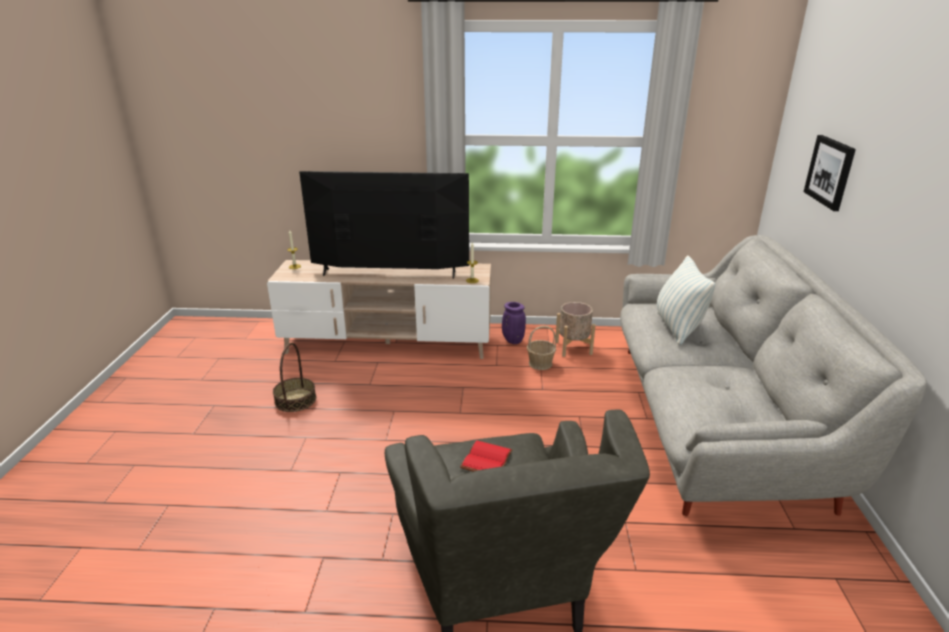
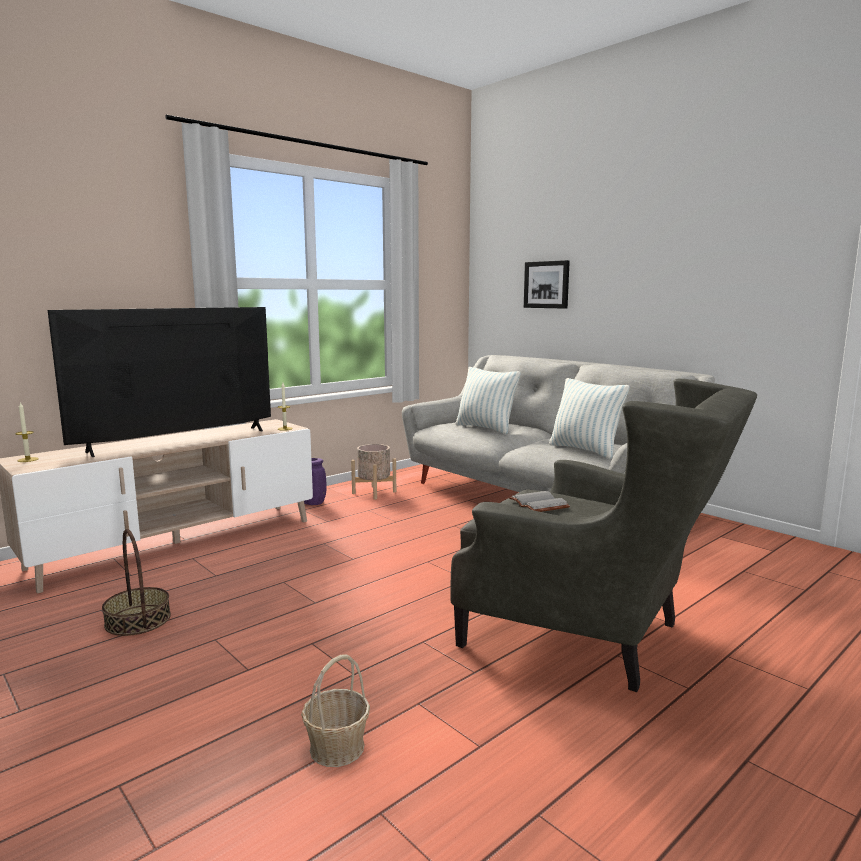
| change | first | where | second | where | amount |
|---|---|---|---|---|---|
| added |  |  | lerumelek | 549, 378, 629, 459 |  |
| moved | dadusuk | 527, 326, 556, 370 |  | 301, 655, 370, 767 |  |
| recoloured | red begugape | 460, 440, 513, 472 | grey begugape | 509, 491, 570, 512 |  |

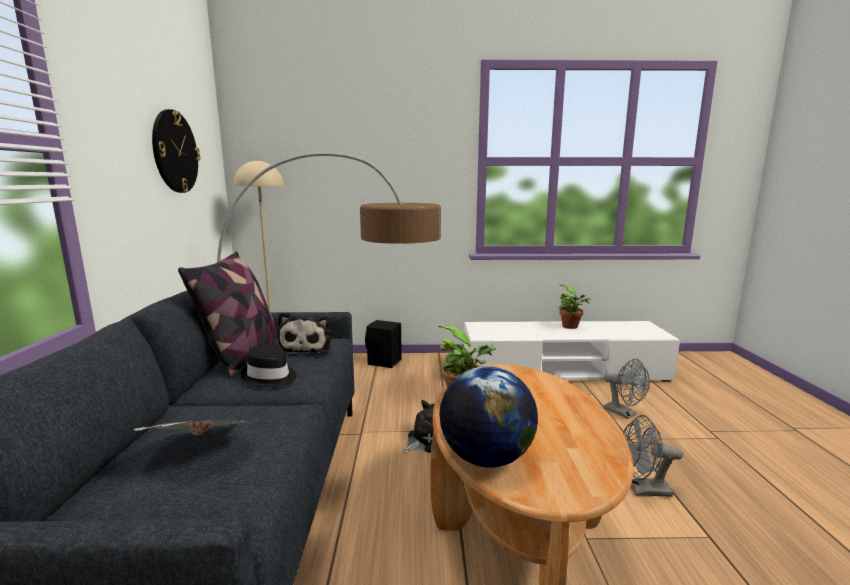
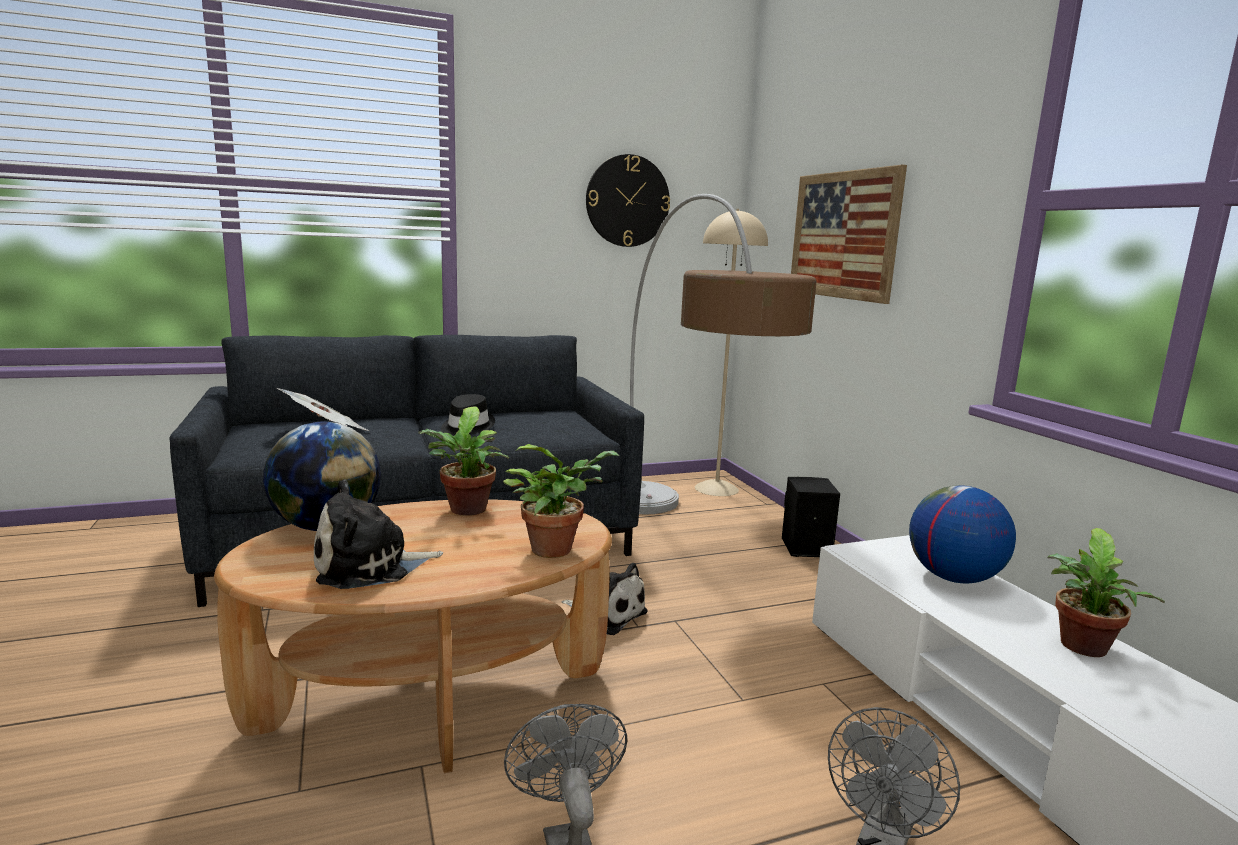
| change | first | where | second | where | amount |
|---|---|---|---|---|---|
| removed | lerumelek | 178, 251, 277, 377 |  |  |  |
| added |  |  | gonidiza | 503, 444, 619, 558 |  |
| added |  |  | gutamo | 791, 165, 907, 304 |  |
| added |  |  | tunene | 909, 485, 1016, 583 |  |
| moved | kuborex | 278, 312, 331, 354 |  | 314, 479, 443, 589 |  |

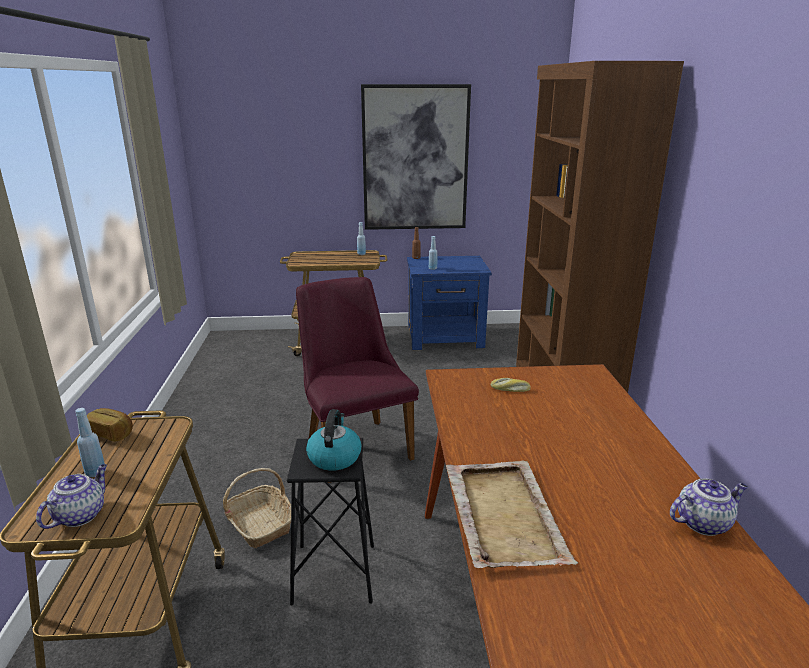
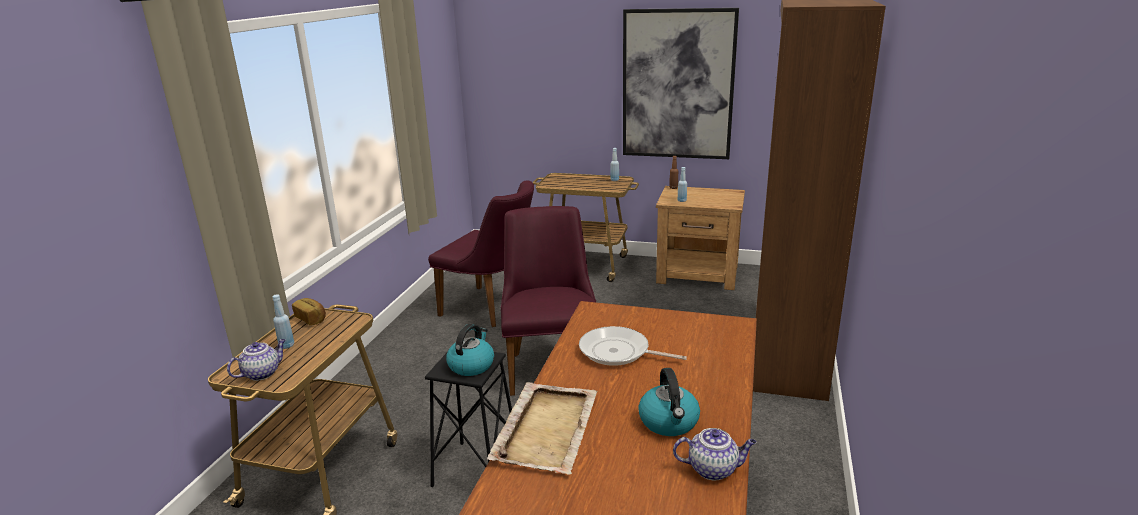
| change | first | where | second | where | amount |
|---|---|---|---|---|---|
| removed | dadusuk | 223, 468, 291, 548 |  |  |  |
| removed | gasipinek | 491, 378, 531, 392 |  |  |  |
| added |  |  | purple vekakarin | 428, 180, 534, 327 |  |
| added |  |  | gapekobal | 579, 326, 687, 366 |  |
| added |  |  | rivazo | 638, 368, 700, 436 |  |
| recoloured | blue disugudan | 407, 256, 492, 350 | brown disugudan | 656, 186, 745, 290 |  |

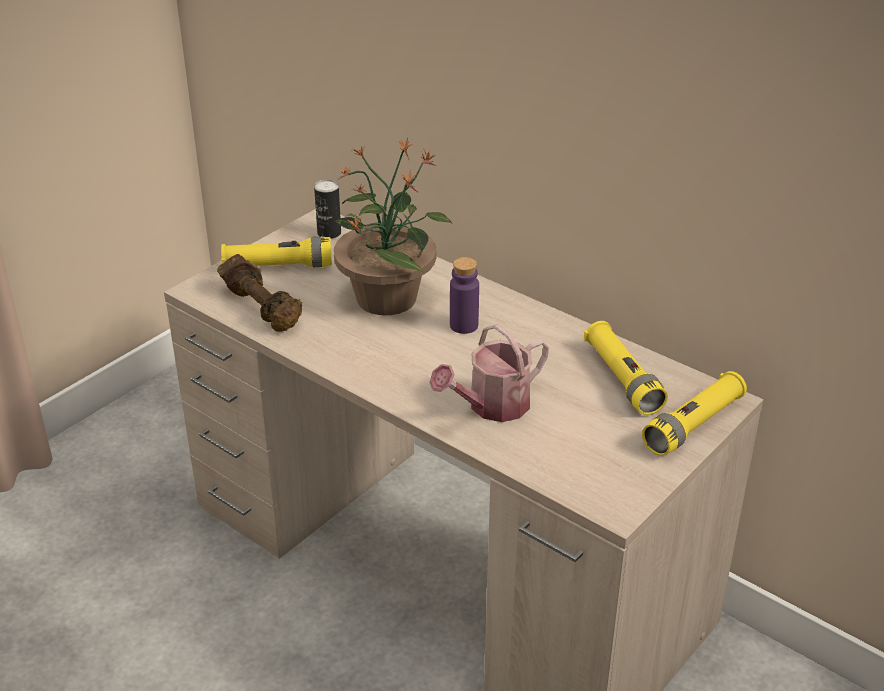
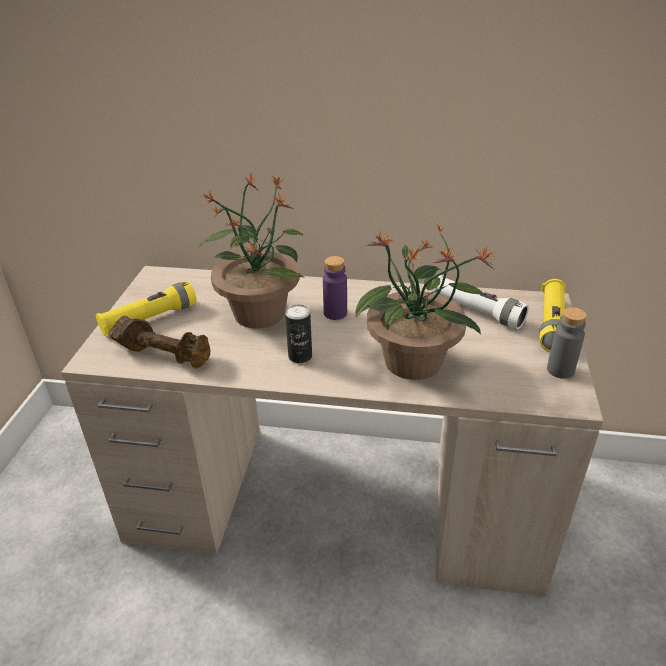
| change | first | where | second | where | amount |
|---|---|---|---|---|---|
| added |  |  | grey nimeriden | 547, 307, 587, 379 |  |
| moved | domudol | 314, 179, 341, 239 |  | 285, 304, 312, 363 |  |
| replaced | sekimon | 429, 324, 549, 422 | gonidiza | 355, 224, 495, 380 |  |
| recoloured | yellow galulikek | 584, 321, 668, 415 | white galulikek | 431, 275, 529, 329 |  |

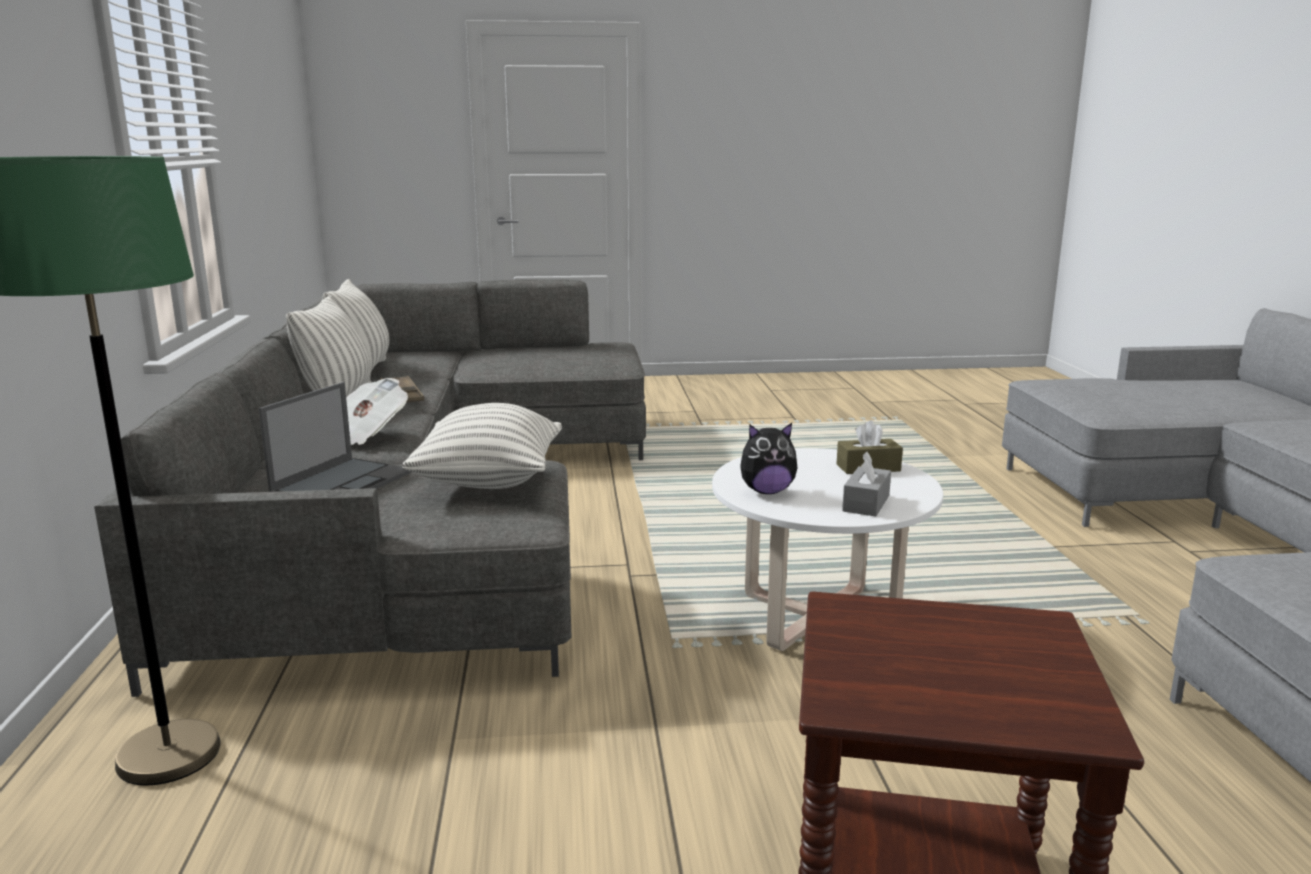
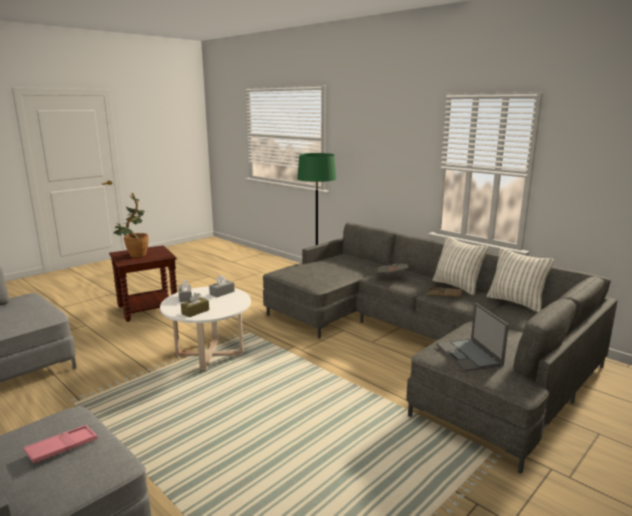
| change | first | where | second | where | amount |
|---|---|---|---|---|---|
| removed | lerumelek | 402, 403, 562, 489 |  |  |  |
| added |  |  | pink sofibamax | 24, 425, 98, 463 |  |
| added |  |  | gonidiza | 114, 193, 148, 257 |  |
| moved | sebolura | 259, 382, 412, 492 |  | 437, 303, 509, 372 |  |
| replaced | kuborex | 740, 423, 797, 494 | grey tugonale | 209, 275, 235, 297 |  |

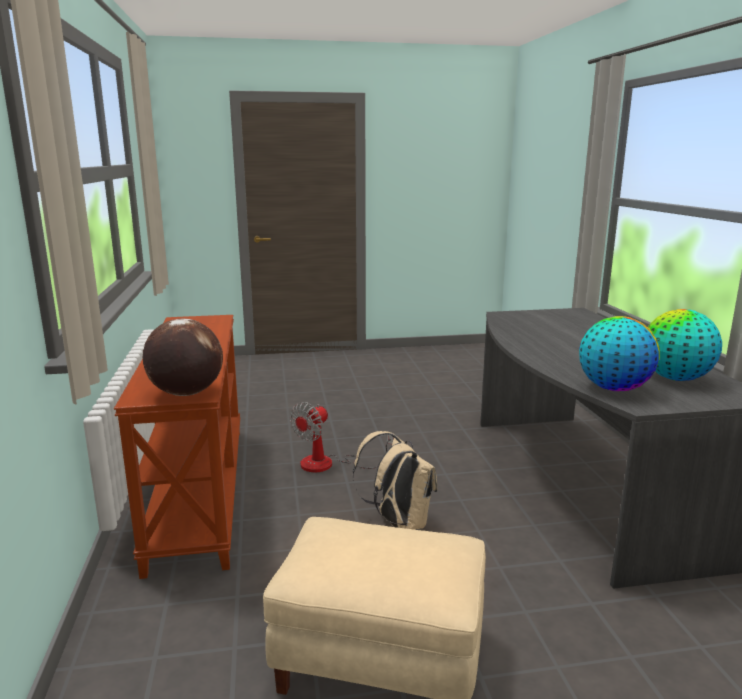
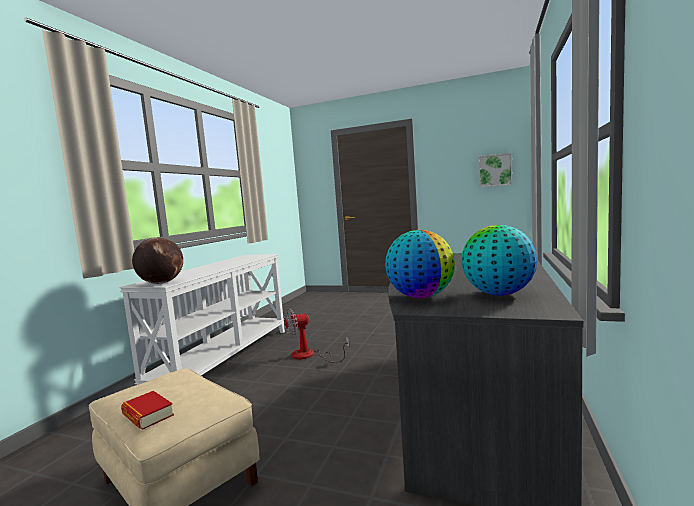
| change | first | where | second | where | amount |
|---|---|---|---|---|---|
| removed | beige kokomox | 353, 431, 437, 530 |  |  |  |
| added |  |  | begugape | 121, 391, 174, 430 |  |
| added |  |  | gutamo | 478, 153, 513, 187 |  |
| recoloured | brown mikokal | 114, 315, 240, 579 | white mikokal | 120, 254, 285, 385 |  |

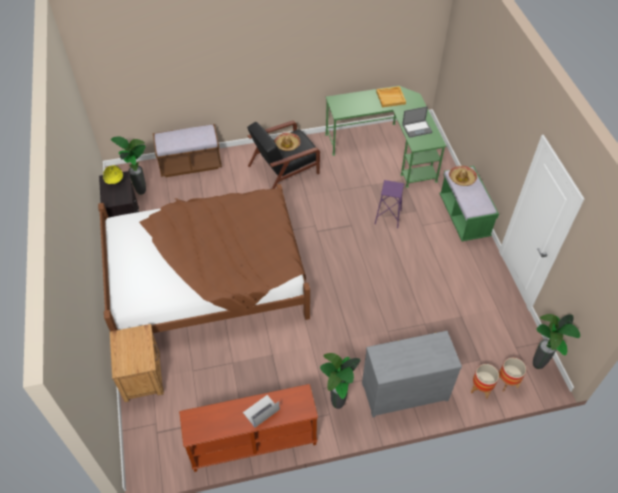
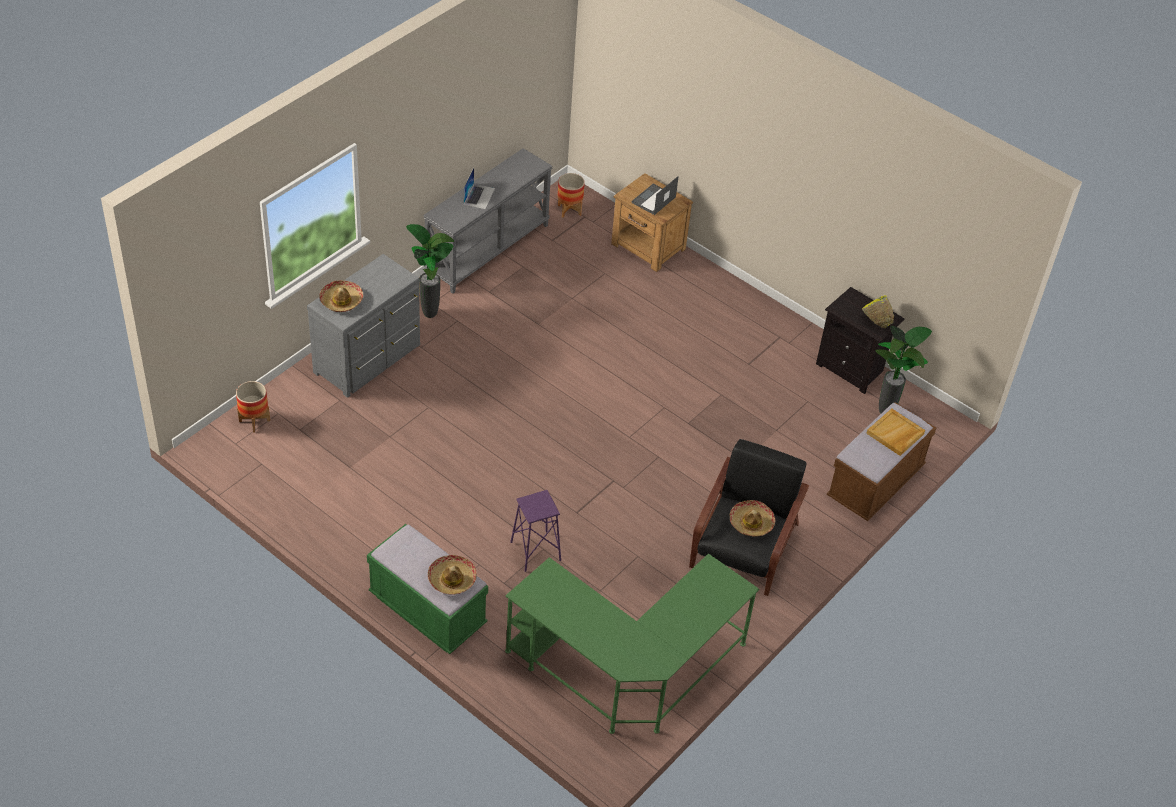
| change | first | where | second | where | amount |
|---|---|---|---|---|---|
| removed | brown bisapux | 98, 184, 310, 333 |  |  |  |
| removed | gonidiza | 533, 314, 580, 369 |  |  |  |
| added |  |  | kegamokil | 319, 280, 363, 312 |  |
| moved | beige sofibamax | 376, 86, 406, 107 |  | 866, 408, 925, 456 |  |
| moved | sebolura | 402, 106, 433, 138 |  | 631, 176, 679, 215 |  |
| moved | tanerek | 471, 364, 499, 399 |  | 558, 173, 585, 218 |  |
| recoloured | brown mikokal | 179, 384, 318, 472 | grey mikokal | 423, 148, 552, 294 |  |

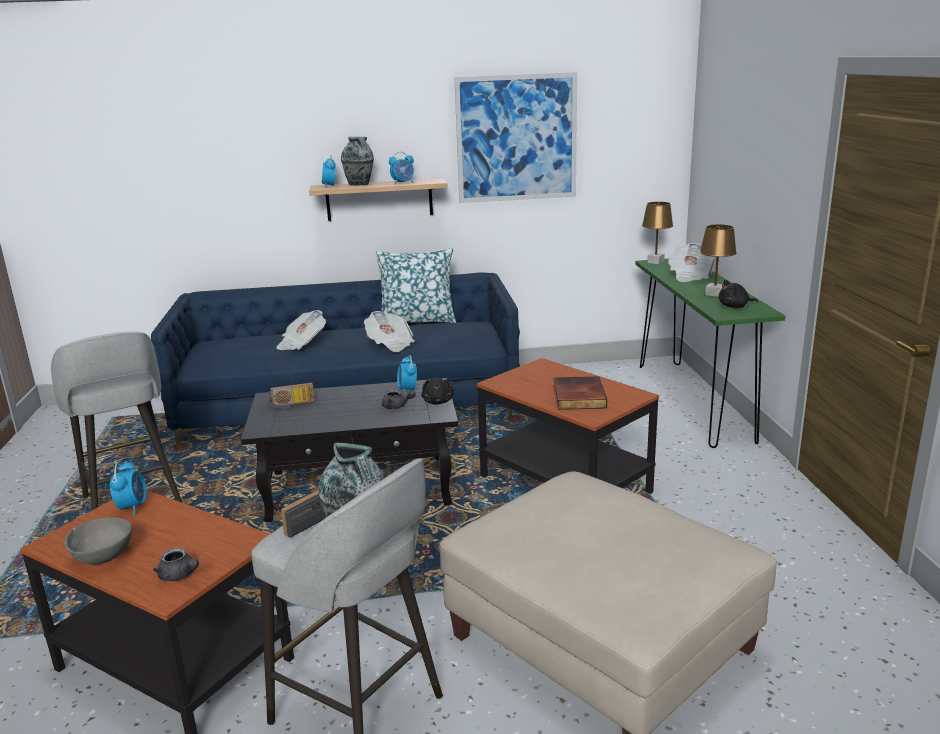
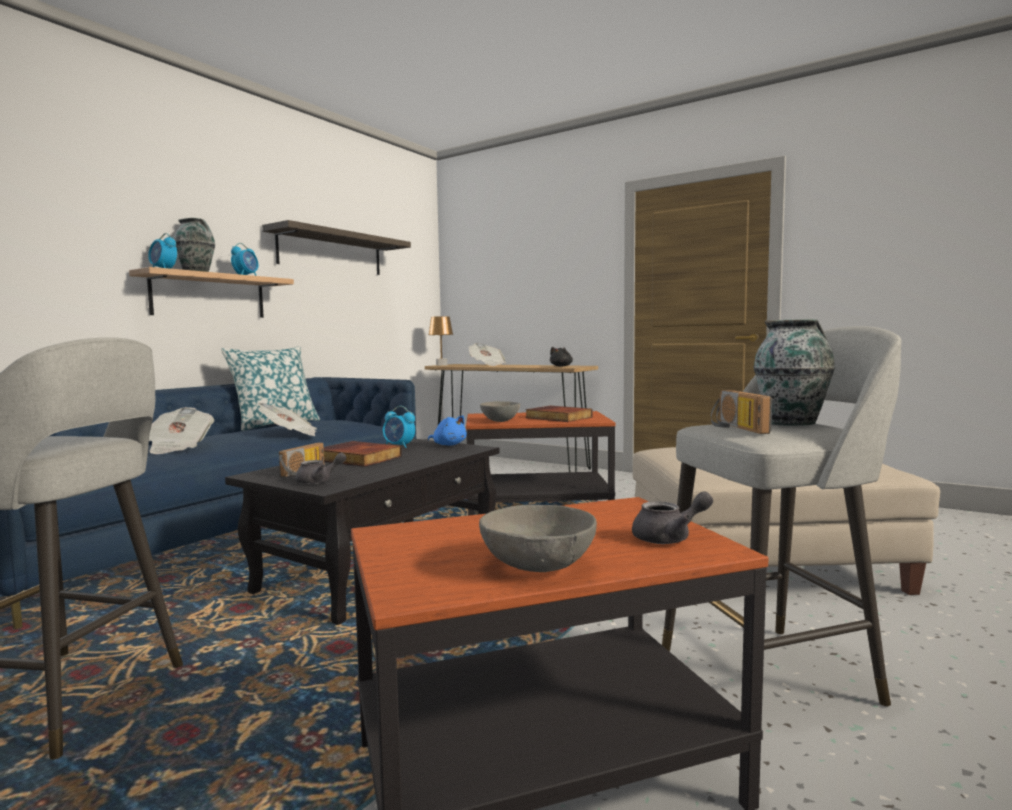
| change | first | where | second | where | amount |
|---|---|---|---|---|---|
| removed | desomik | 110, 461, 147, 515 |  |  |  |
| removed | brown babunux | 700, 224, 737, 297 |  |  |  |
| added |  |  | begugape | 324, 441, 402, 467 |  |
| added |  |  | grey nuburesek | 480, 401, 520, 422 |  |
| moved | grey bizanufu | 382, 390, 416, 409 |  | 295, 453, 347, 484 |  |
| replaced | gutamo | 454, 72, 577, 203 | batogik | 262, 220, 411, 275 |  |
| recoloured | black kuborex | 421, 378, 454, 405 | blue kuborex | 428, 415, 467, 446 |  |
| recoloured | green mikokal | 635, 259, 785, 448 | brown mikokal | 425, 364, 598, 472 |  |

